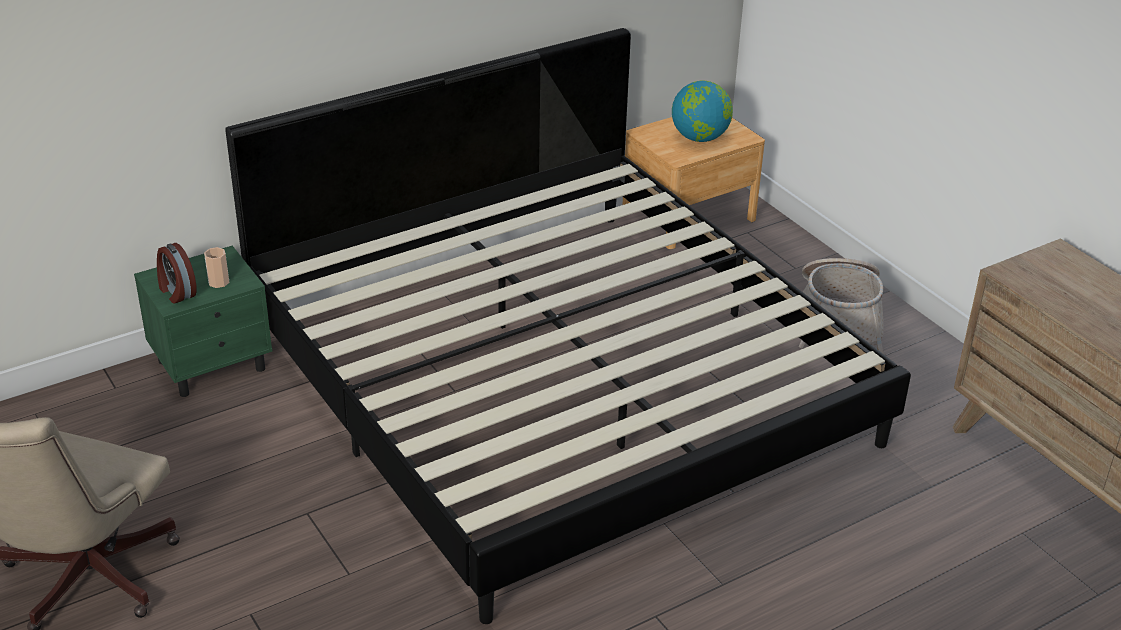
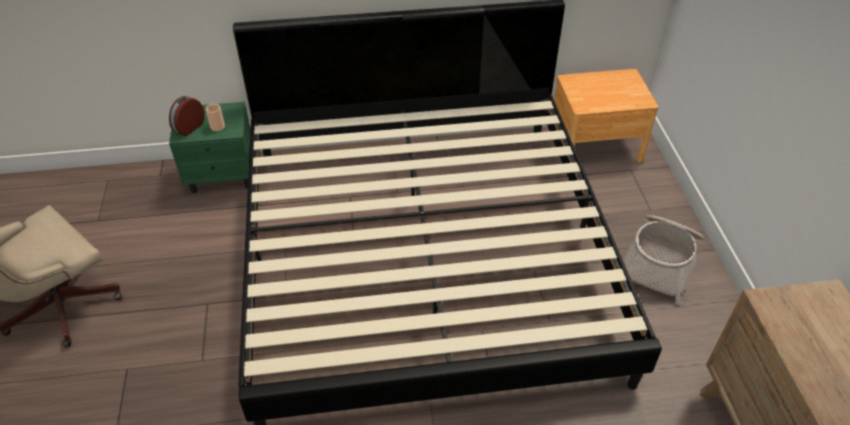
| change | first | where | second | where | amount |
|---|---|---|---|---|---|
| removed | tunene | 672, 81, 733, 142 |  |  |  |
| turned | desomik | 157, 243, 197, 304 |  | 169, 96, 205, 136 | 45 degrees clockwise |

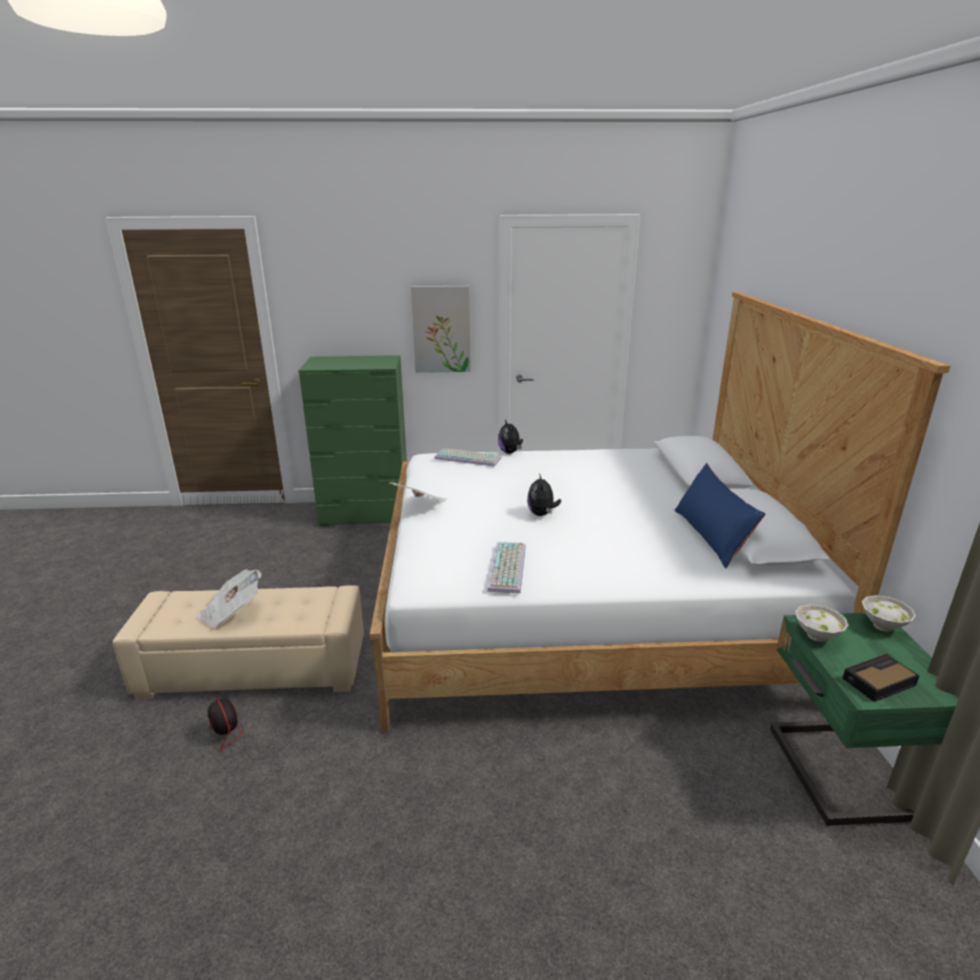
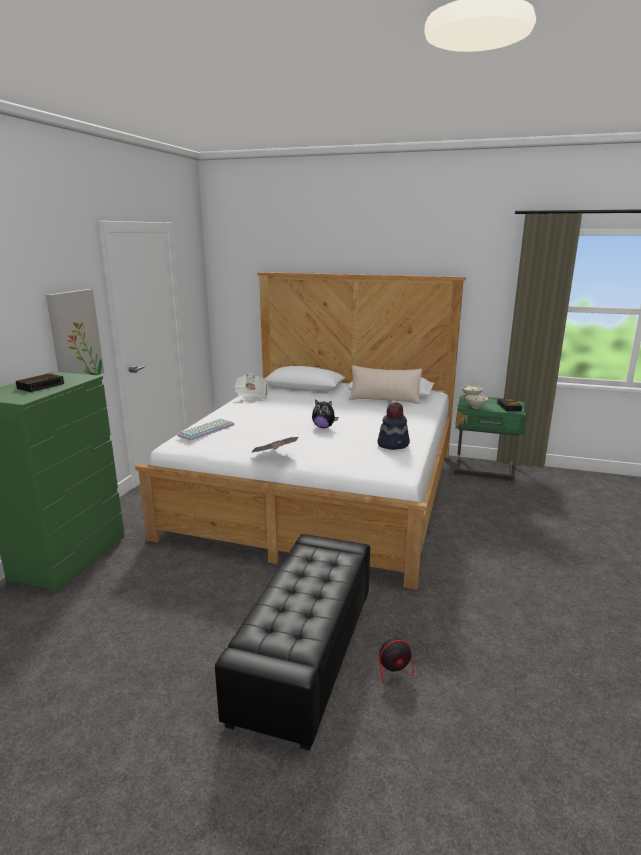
| change | first | where | second | where | amount |
|---|---|---|---|---|---|
| removed | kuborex | 498, 420, 523, 454 |  |  |  |
| added |  |  | desomik | 16, 374, 64, 392 |  |
| moved | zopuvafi | 196, 569, 262, 629 |  | 234, 374, 268, 404 |  |
| replaced | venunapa | 487, 542, 526, 594 | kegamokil | 378, 402, 410, 450 |  |
| recoloured | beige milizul | 113, 585, 364, 699 | black milizul | 215, 534, 370, 751 |  |
| recoloured | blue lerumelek | 674, 463, 765, 568 | beige lerumelek | 349, 365, 422, 404 |  |

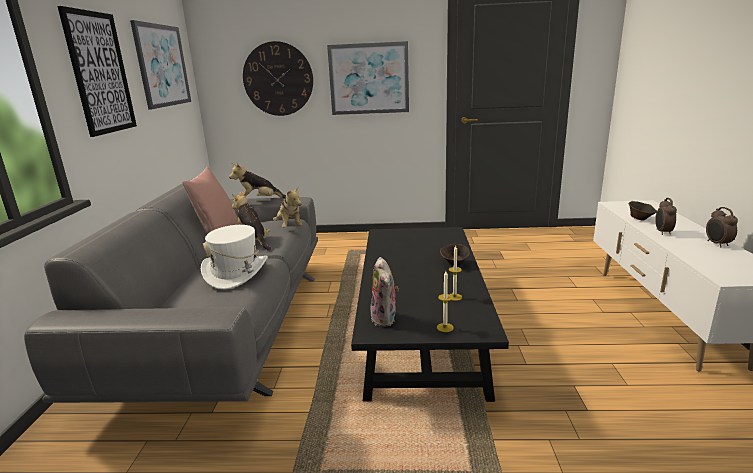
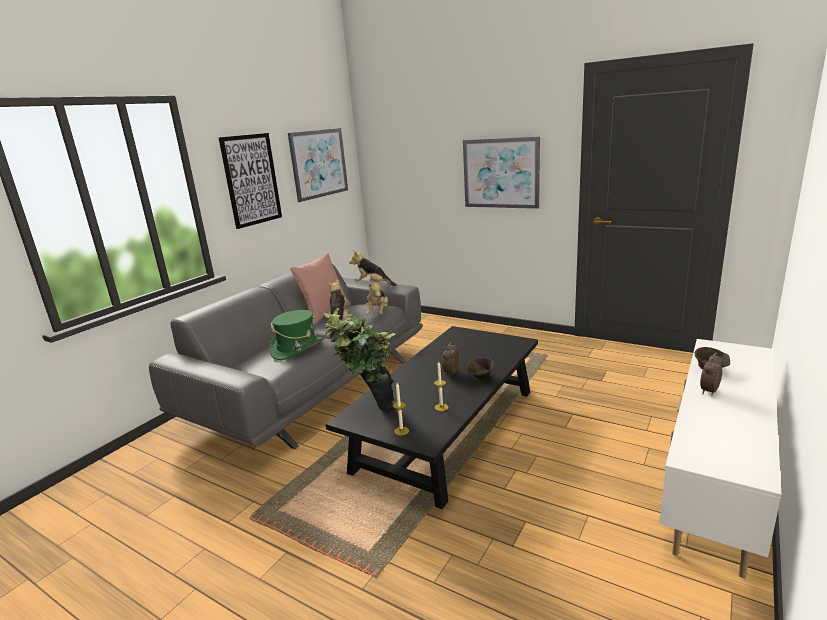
| change | first | where | second | where | amount |
|---|---|---|---|---|---|
| removed | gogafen | 243, 41, 313, 116 |  |  |  |
| moved | desomik | 706, 207, 738, 247 |  | 442, 342, 459, 376 |  |
| replaced | kuborex | 370, 257, 399, 327 | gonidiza | 323, 308, 396, 411 |  |
| recoloured | white kegamokil | 201, 225, 268, 290 | green kegamokil | 269, 310, 324, 360 |  |

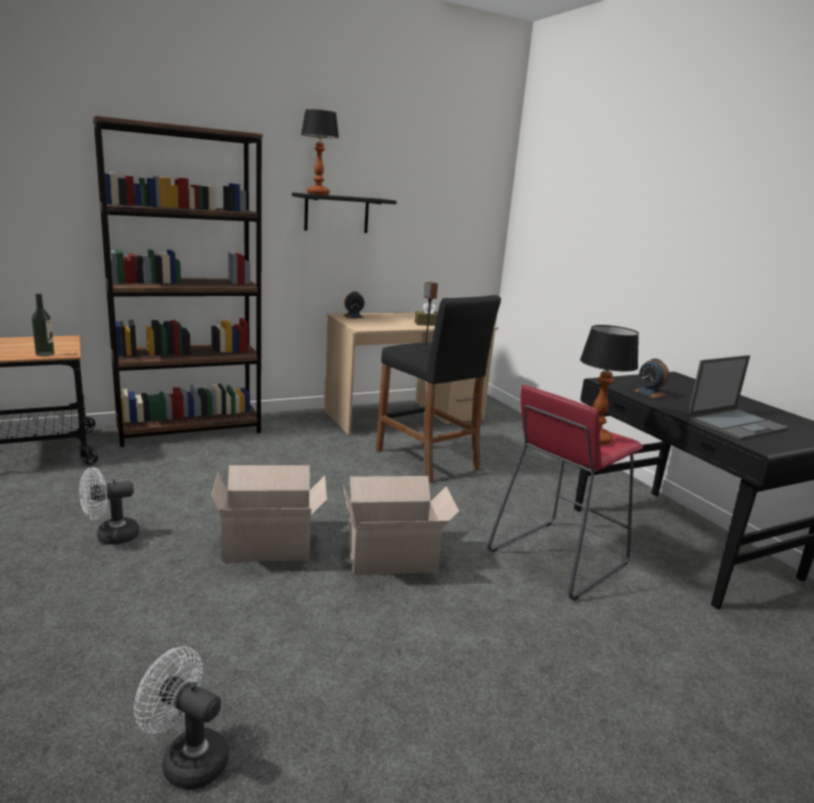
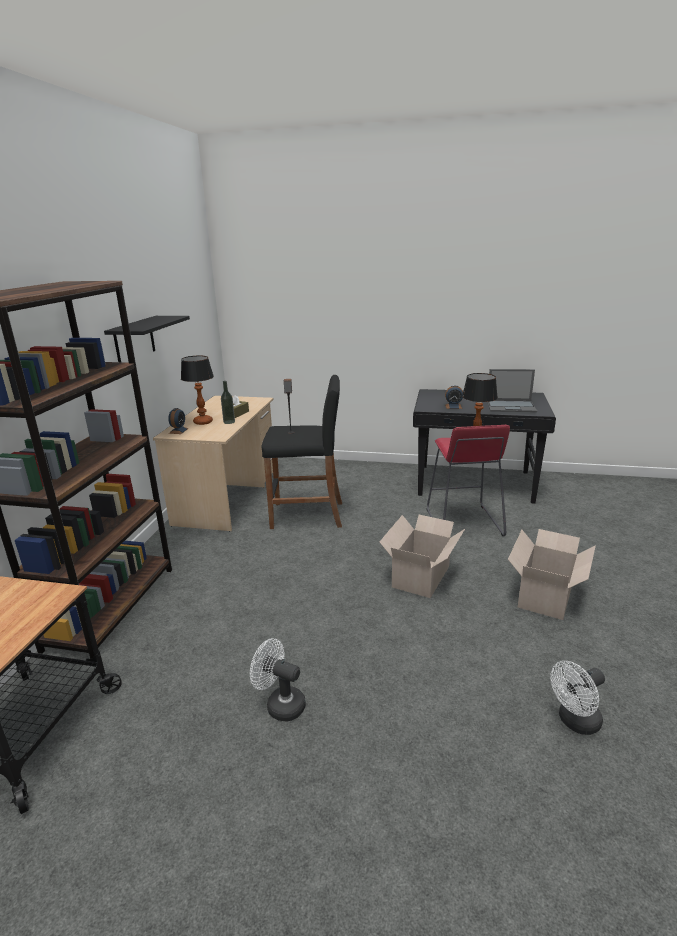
| change | first | where | second | where | amount |
|---|---|---|---|---|---|
| moved | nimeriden | 32, 294, 54, 356 |  | 221, 381, 235, 424 |  |
| moved | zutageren | 211, 465, 327, 562 |  | 508, 529, 596, 620 |  |
| moved | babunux | 301, 109, 339, 195 |  | 181, 355, 214, 425 |  |
| turned | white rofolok | 79, 467, 139, 545 |  | 250, 638, 306, 721 | 105 degrees clockwise |
| turned | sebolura | 687, 355, 789, 440 |  | 487, 369, 537, 412 | 90 degrees clockwise |

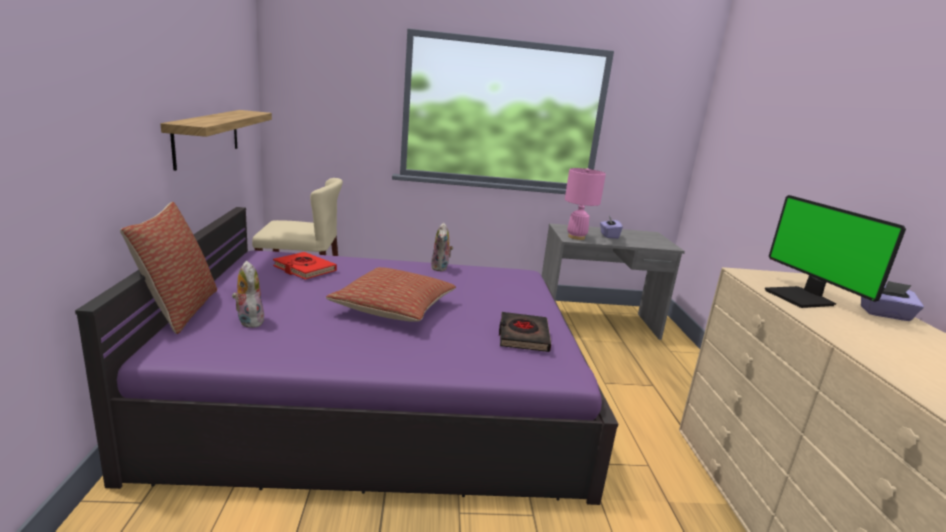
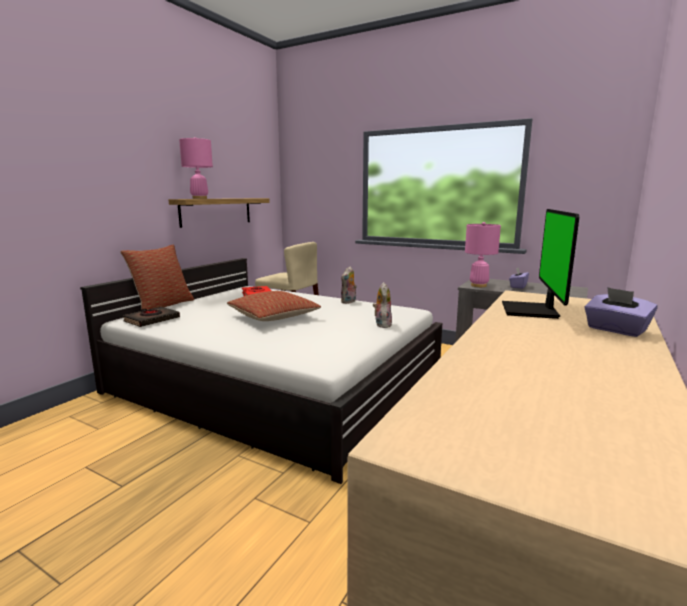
| change | first | where | second | where | amount |
|---|---|---|---|---|---|
| added |  |  | pink babunux | 179, 137, 213, 199 |  |
| moved | kuborex | 232, 261, 265, 328 |  | 373, 282, 392, 328 |  |
| moved | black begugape | 499, 312, 551, 352 |  | 123, 307, 180, 327 |  |
| recoloured | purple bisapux | 75, 207, 618, 505 | white bisapux | 80, 258, 443, 484 |  |

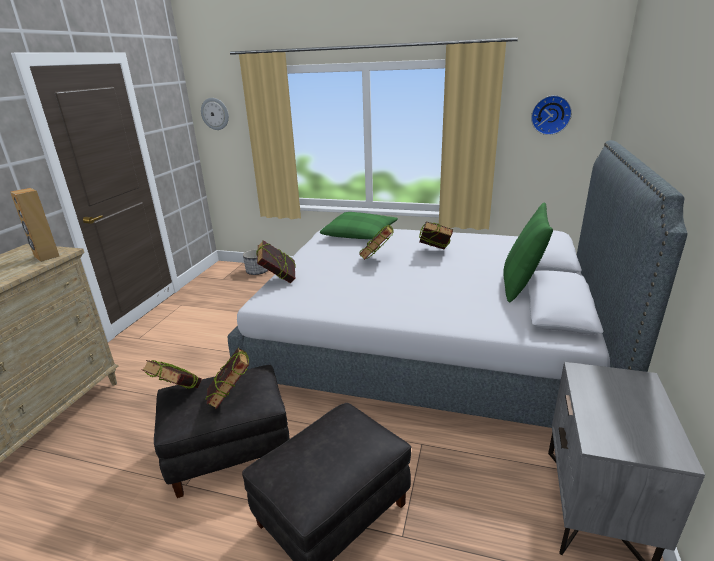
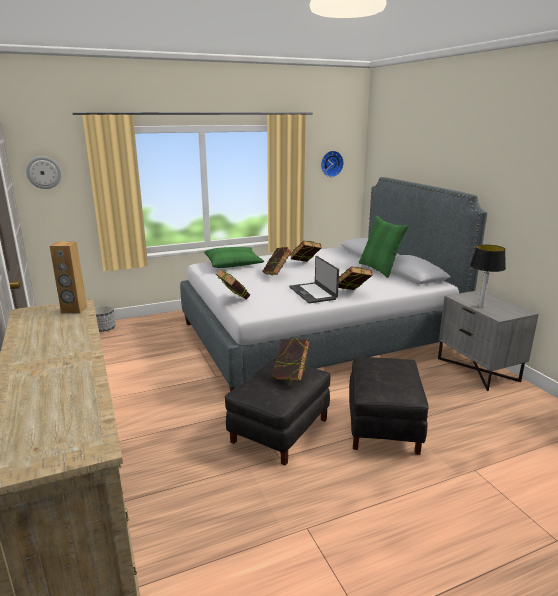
| change | first | where | second | where | amount |
|---|---|---|---|---|---|
| added |  |  | sebolura | 289, 256, 339, 304 |  |
| added |  |  | babunux | 470, 244, 506, 308 |  |
| moved | begugape | 142, 360, 202, 389 |  | 338, 266, 373, 290 |  |

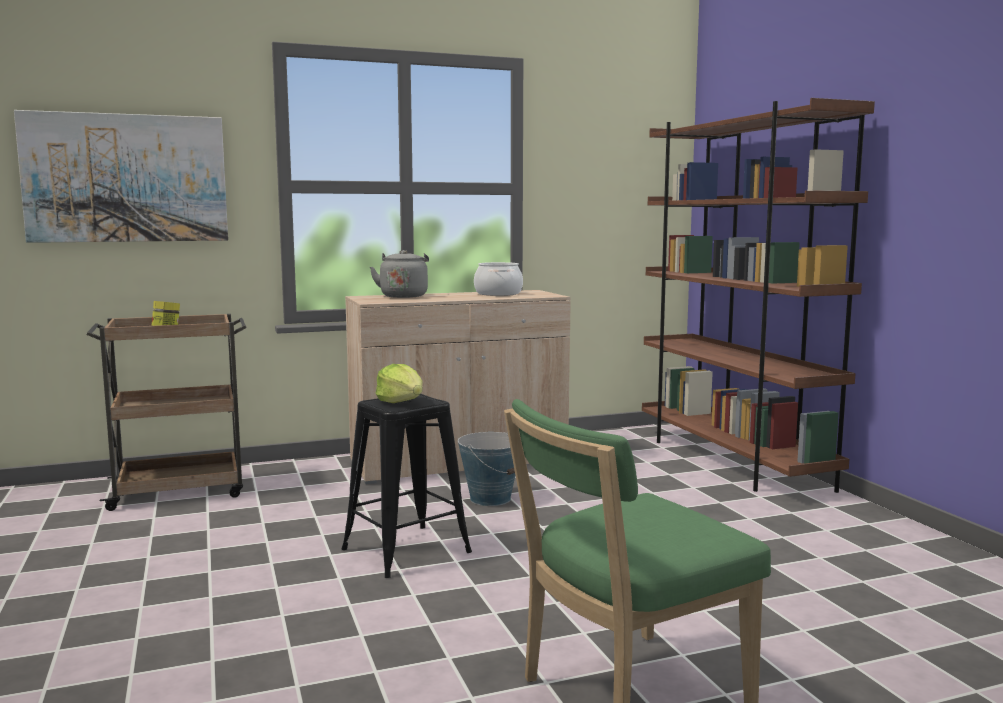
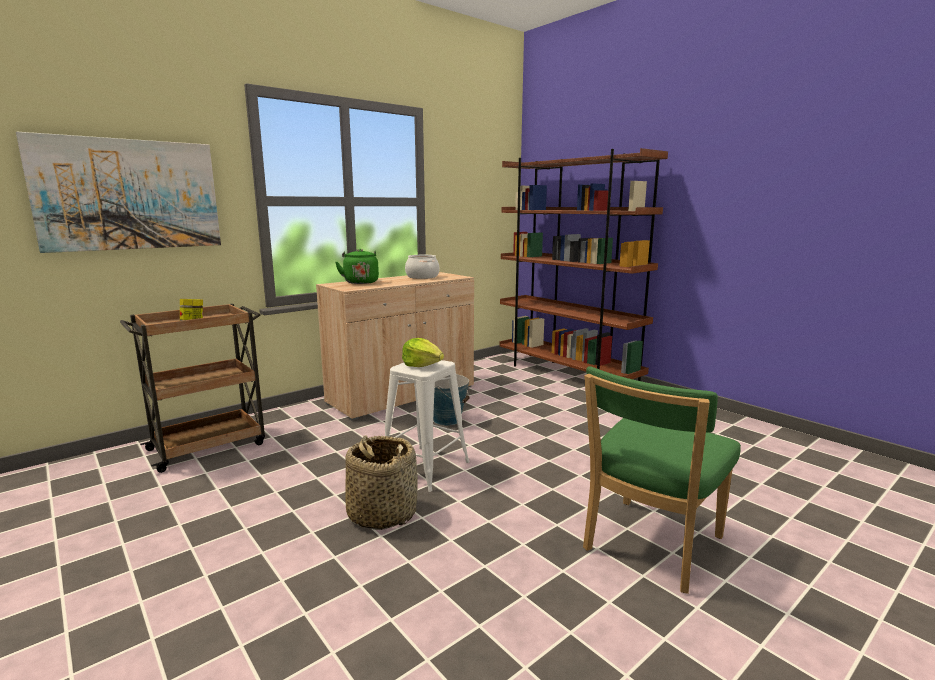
| change | first | where | second | where | amount |
|---|---|---|---|---|---|
| added |  |  | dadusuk | 345, 435, 418, 530 |  |
| recoloured | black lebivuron | 342, 394, 472, 578 | white lebivuron | 385, 360, 470, 492 |  |
| recoloured | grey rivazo | 370, 250, 429, 298 | green rivazo | 335, 249, 379, 284 |  |

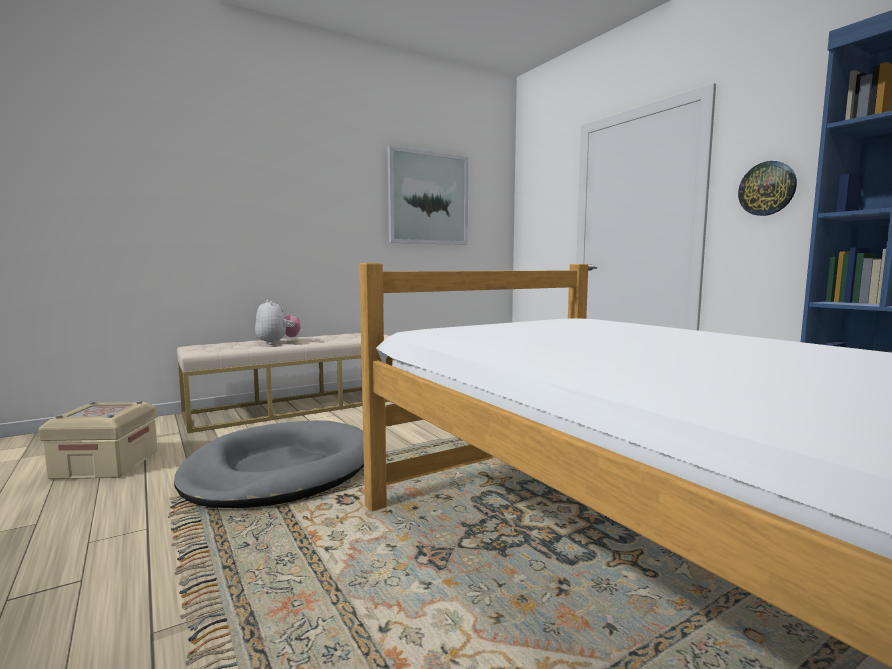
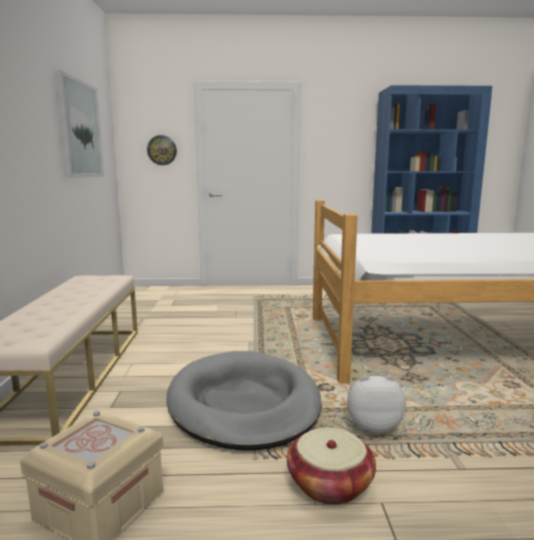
| change | first | where | second | where | amount |
|---|---|---|---|---|---|
| added |  |  | dadusuk | 287, 427, 376, 505 |  |
| moved | kuborex | 255, 300, 301, 345 |  | 347, 375, 406, 433 |  |
| moved | gogafen | 738, 161, 797, 216 |  | 147, 135, 177, 165 |  |

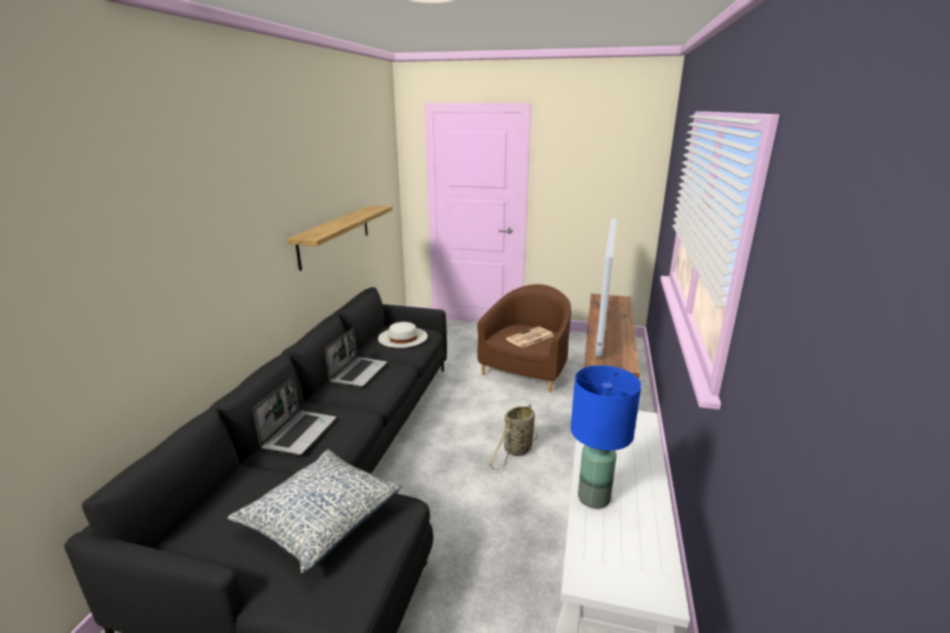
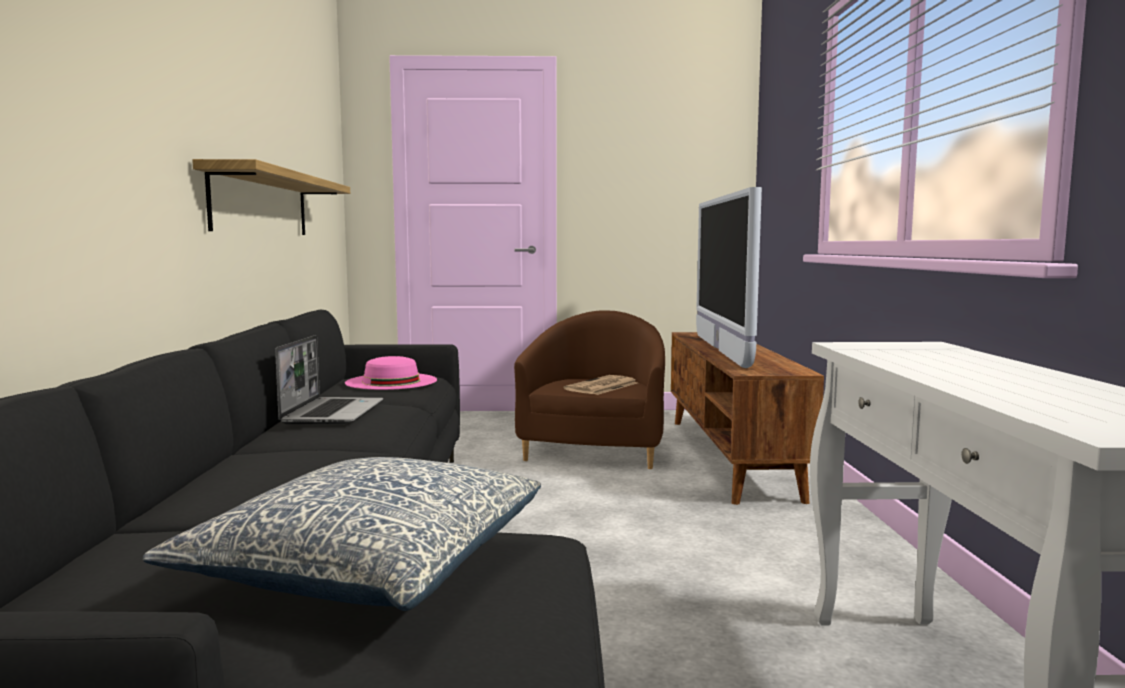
| change | first | where | second | where | amount |
|---|---|---|---|---|---|
| removed | sebolura | 253, 376, 336, 455 |  |  |  |
| removed | dadusuk | 489, 404, 538, 470 |  |  |  |
| removed | blue babunux | 571, 365, 641, 509 |  |  |  |
| recoloured | white kegamokil | 378, 322, 428, 348 | pink kegamokil | 345, 356, 437, 390 |  |

